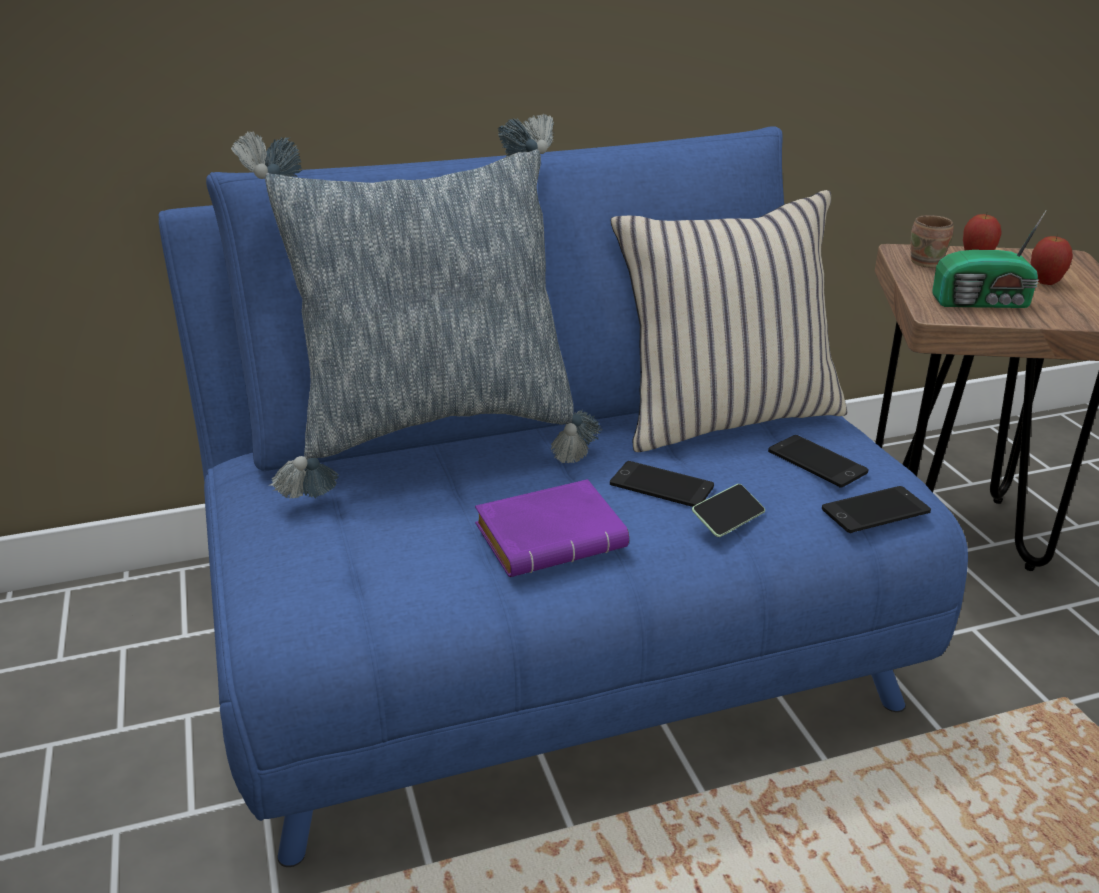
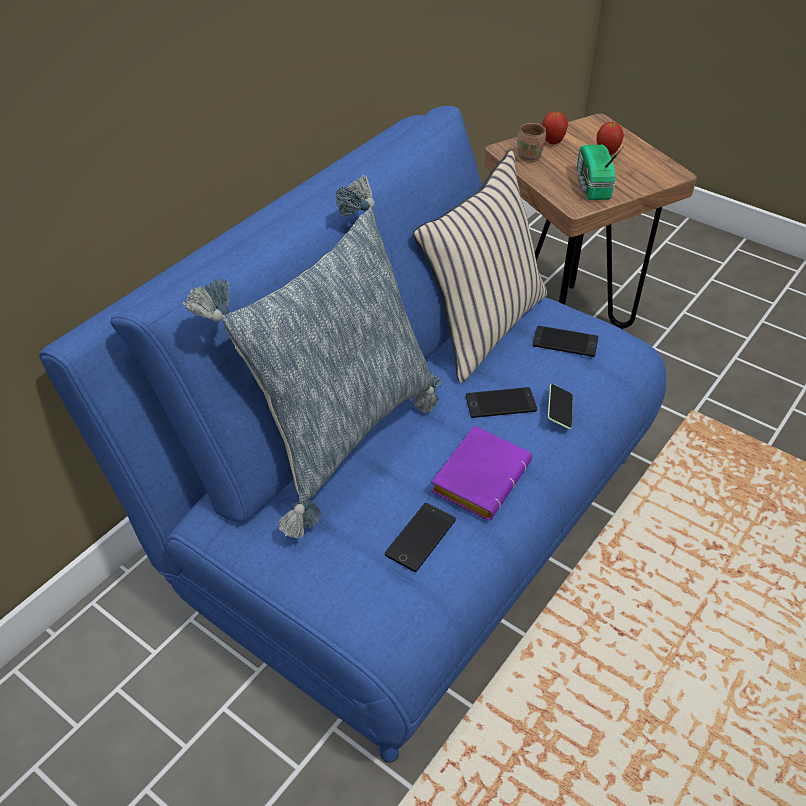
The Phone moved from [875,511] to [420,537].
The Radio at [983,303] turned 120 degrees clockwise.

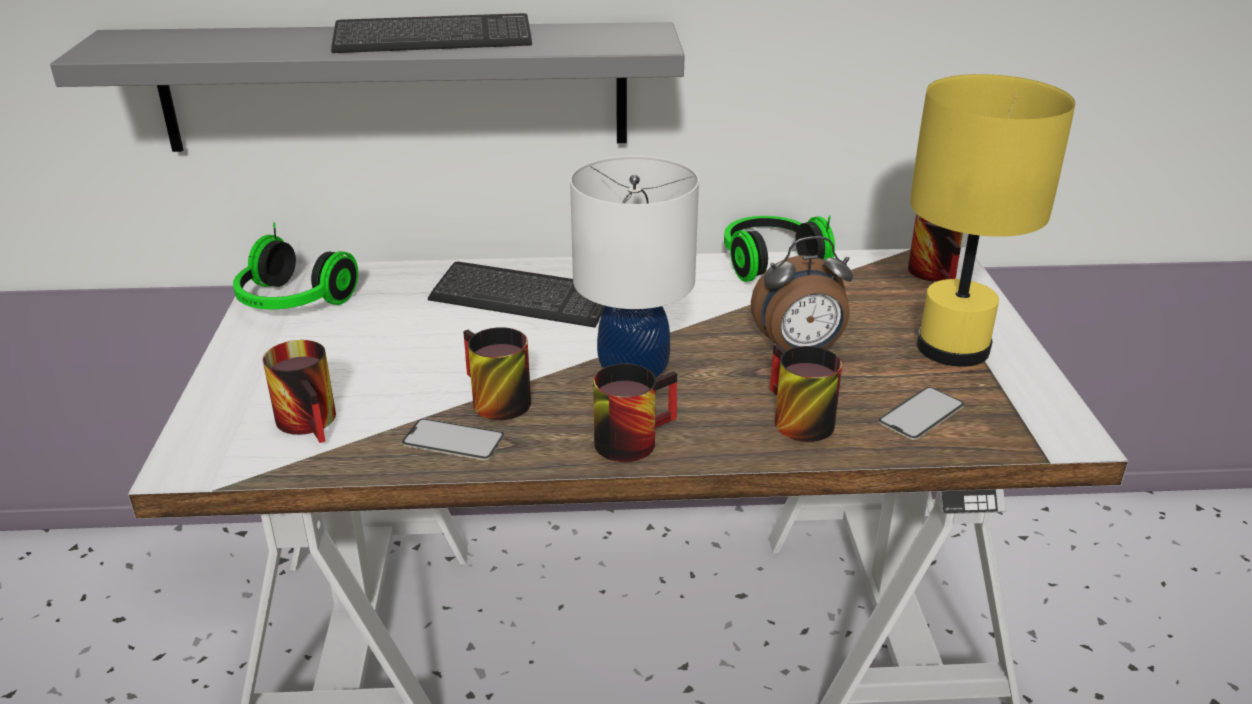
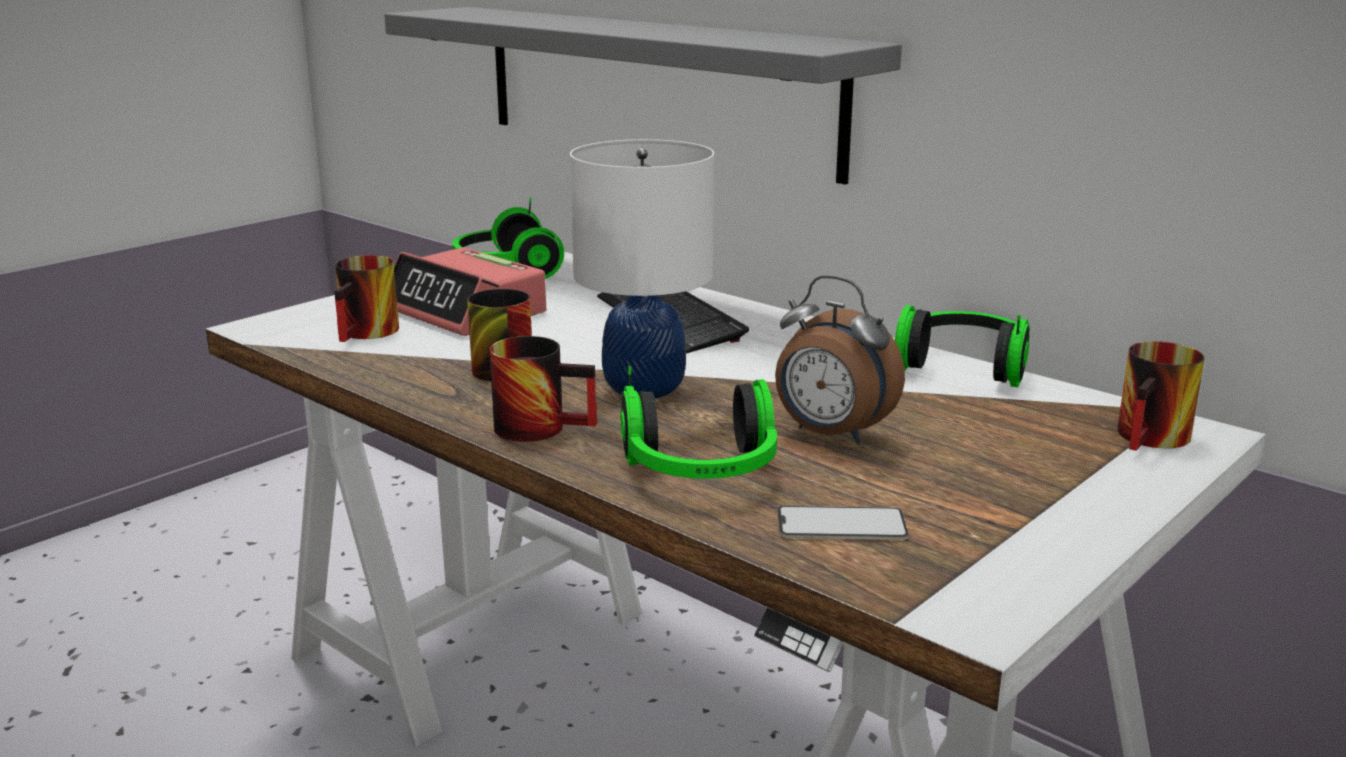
The Keyboard at [433,39] disappeared.
The Phone at [453,440] disappeared.
The YellowTableLamp at [951,348] disappeared.
The AlarmClock at [465,311] appeared.
The Mug at [793,419] was replaced by the Headphones at [702,473].

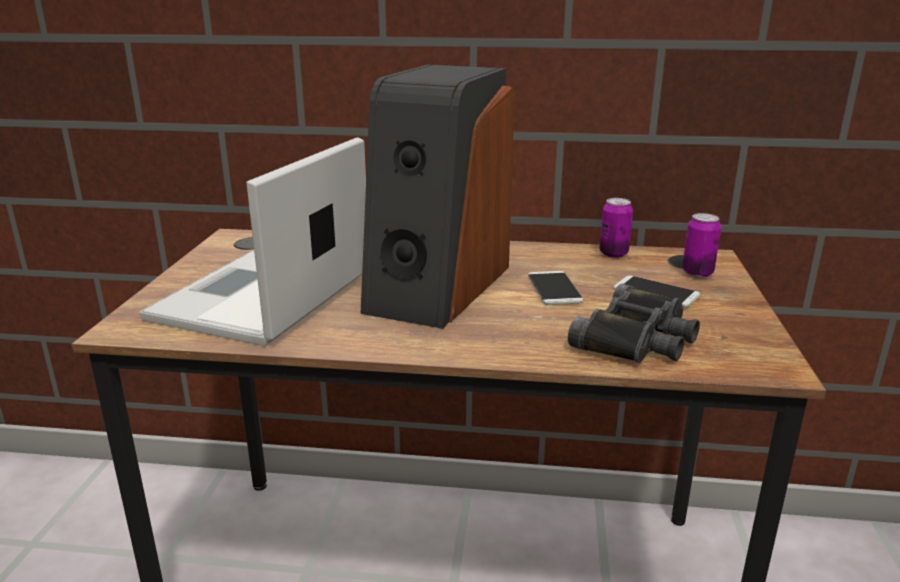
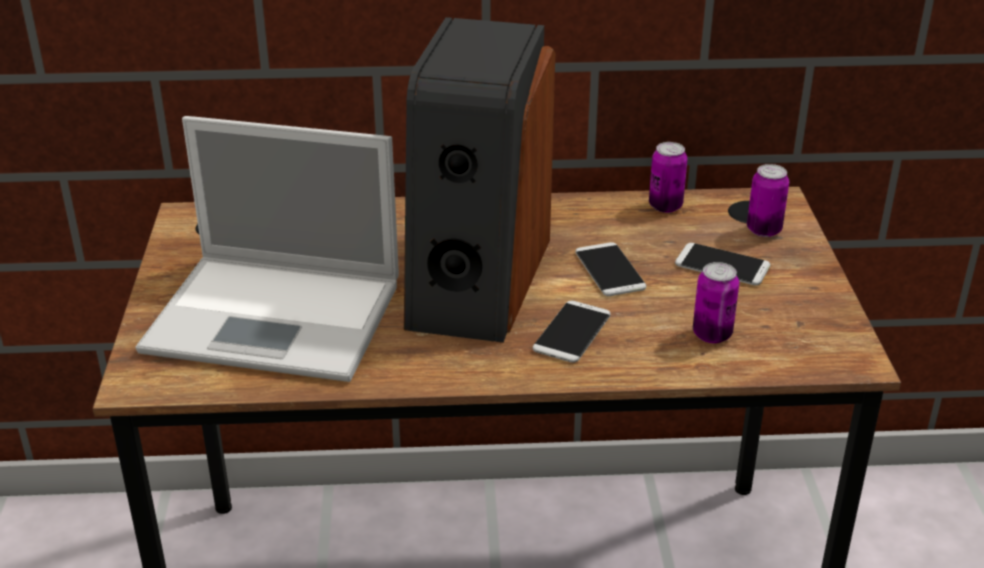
The Phone at [572,332] appeared.
The BlackBinoculars at [637,338] was replaced by the Can at [712,334].
The Laptop at [262,298] turned 90 degrees counterclockwise.

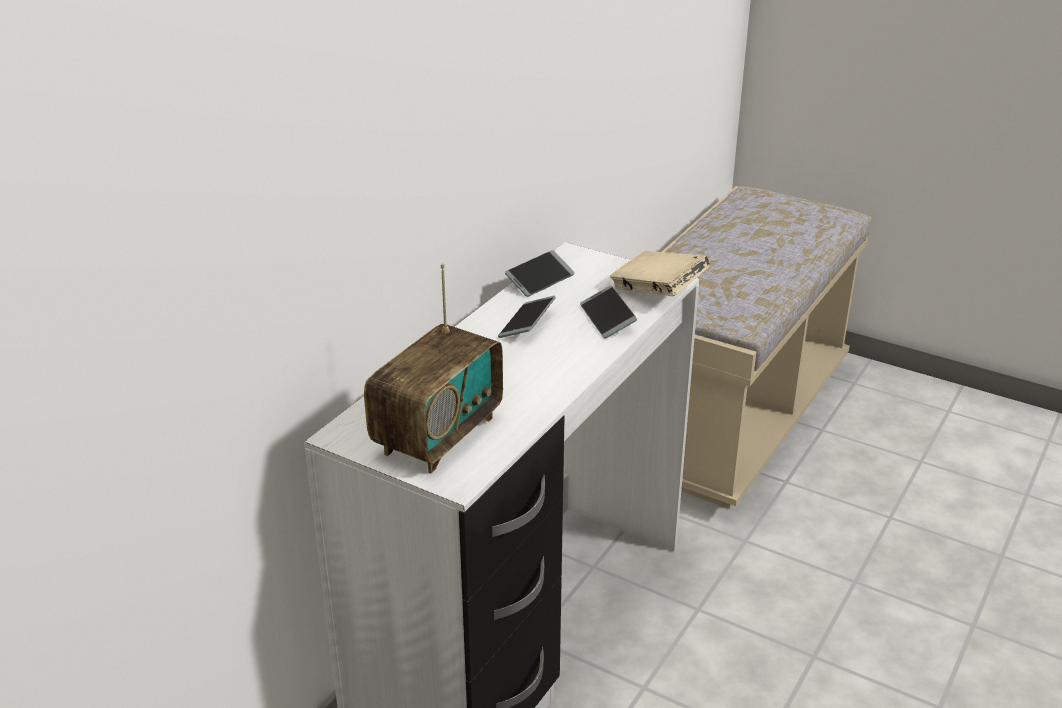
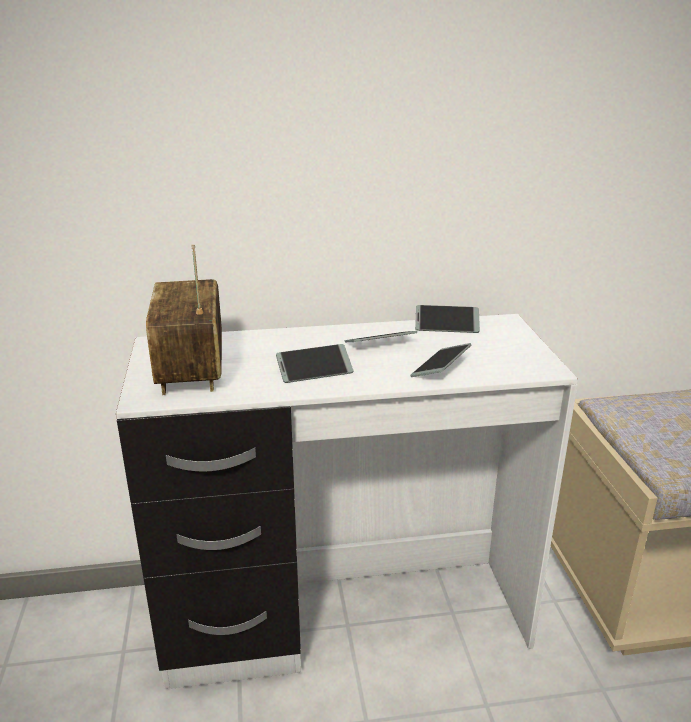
The BeigeBook at [657,292] disappeared.
The Phone at [314,370] appeared.
The Radio at [438,435] turned 90 degrees clockwise.

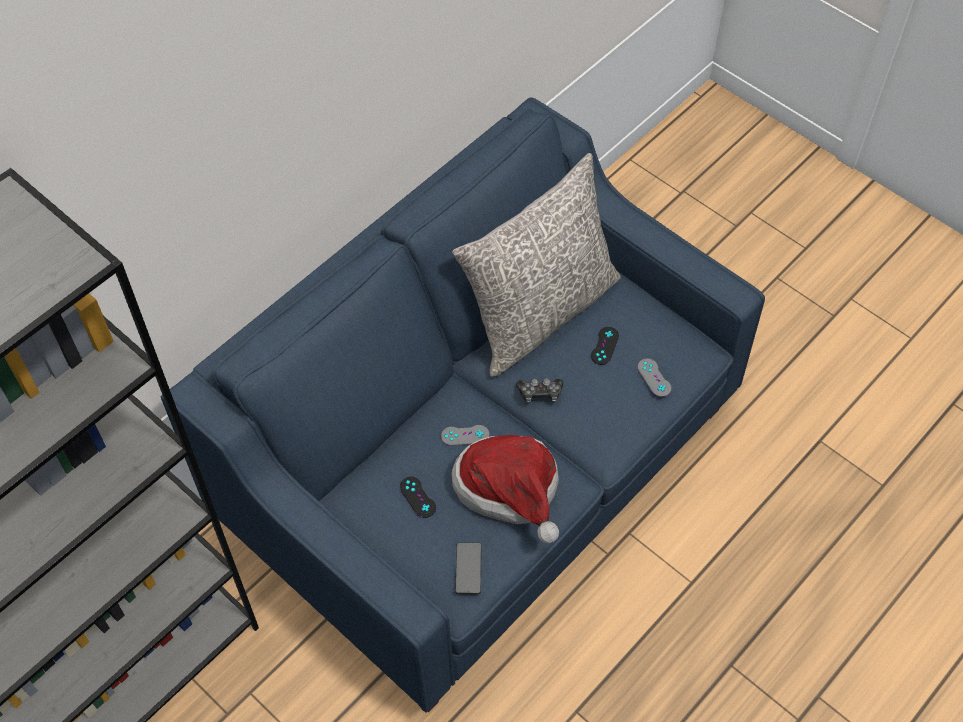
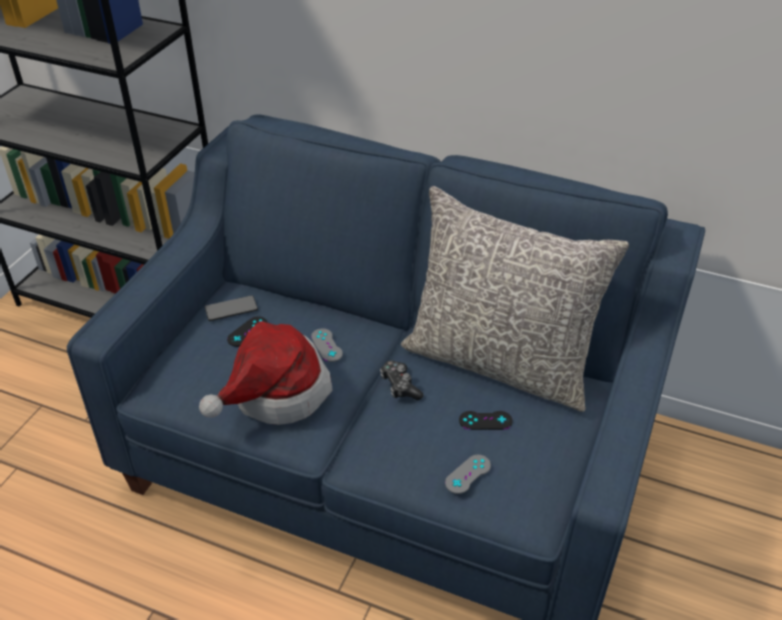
The Phone moved from [468,568] to [231,309].

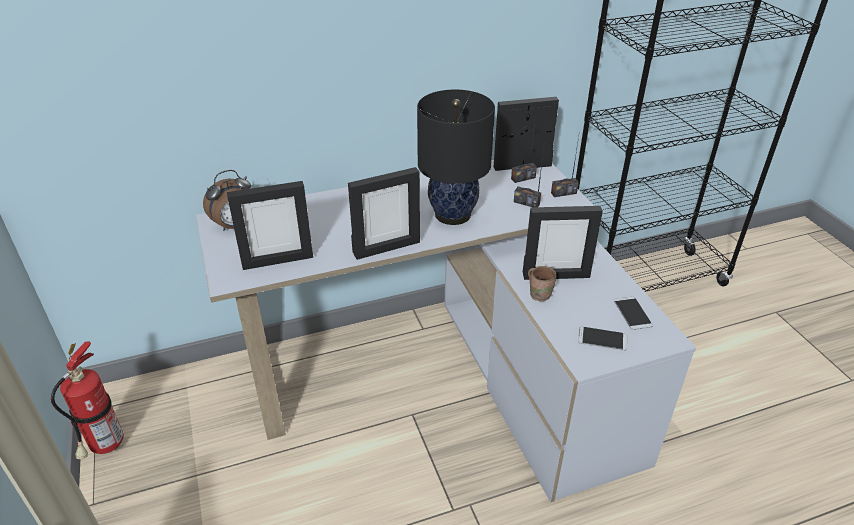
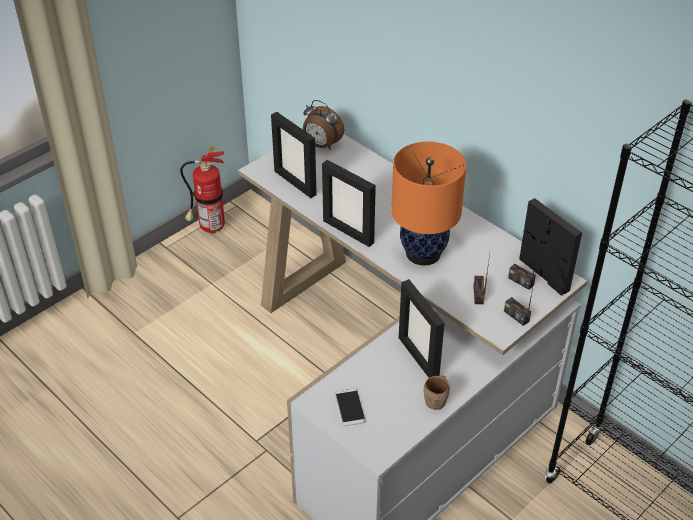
The Phone at [632,313] disappeared.
The BrownMug moved from [540,294] to [437,402].
The BlackTableLamp at [452,215] became the OrangeTableLamp at [423,253].

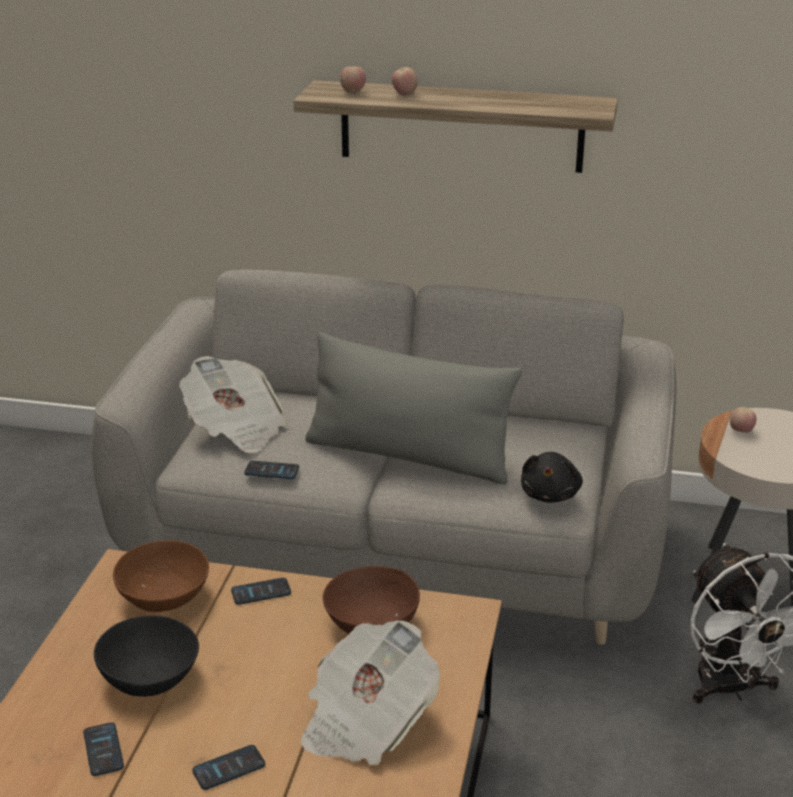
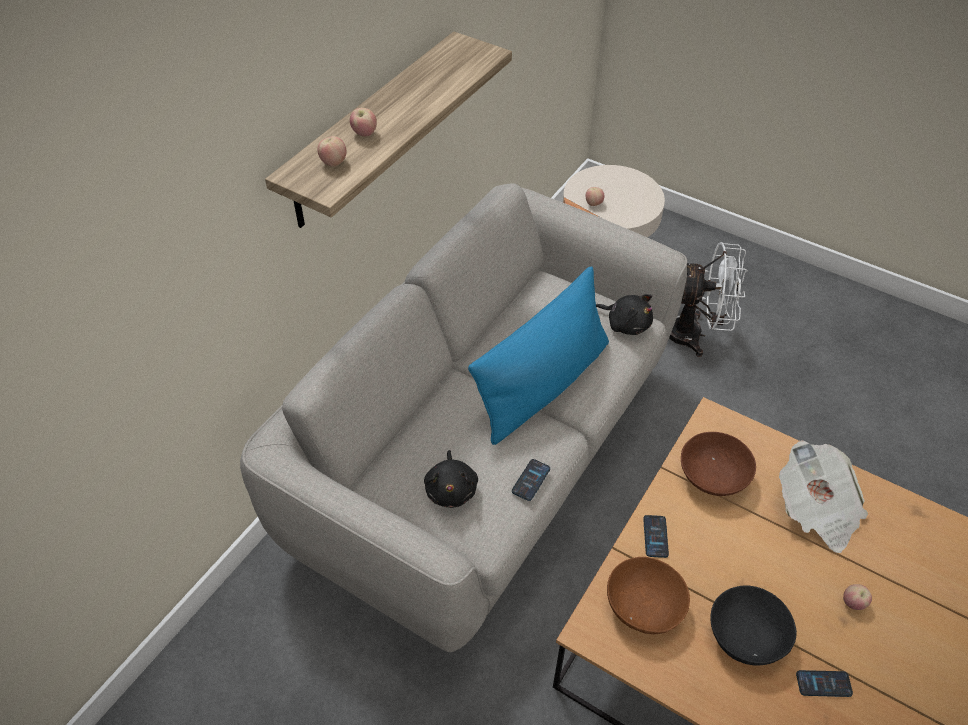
The Newspaper at [236,428] was replaced by the BlackPlushToy at [451,489].
The Phone at [229,768] was replaced by the Apple at [852,603].
The GreyPillow at [408,455] became the BluePillow at [543,385].

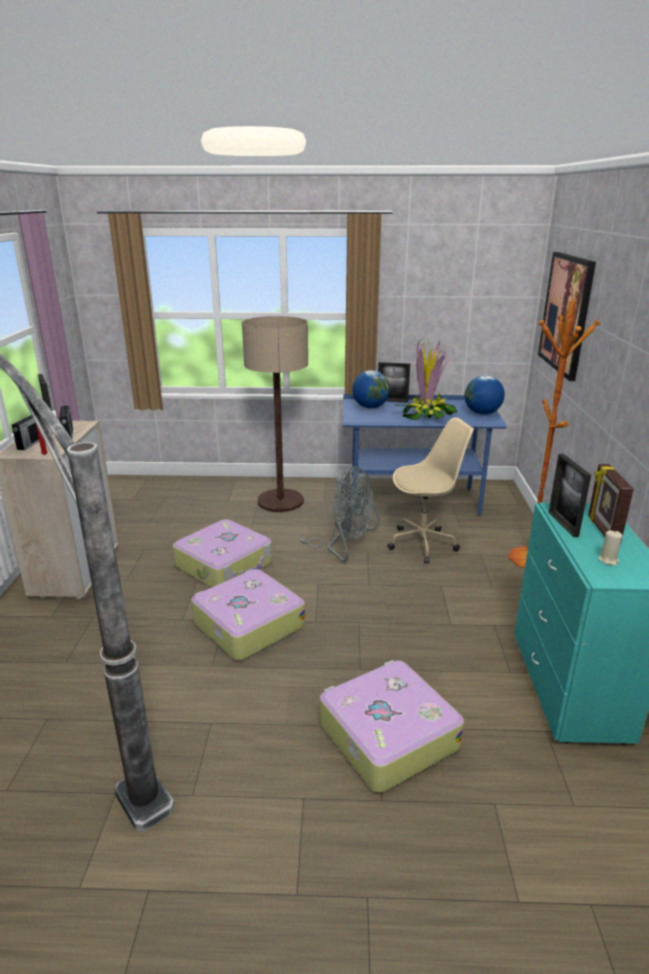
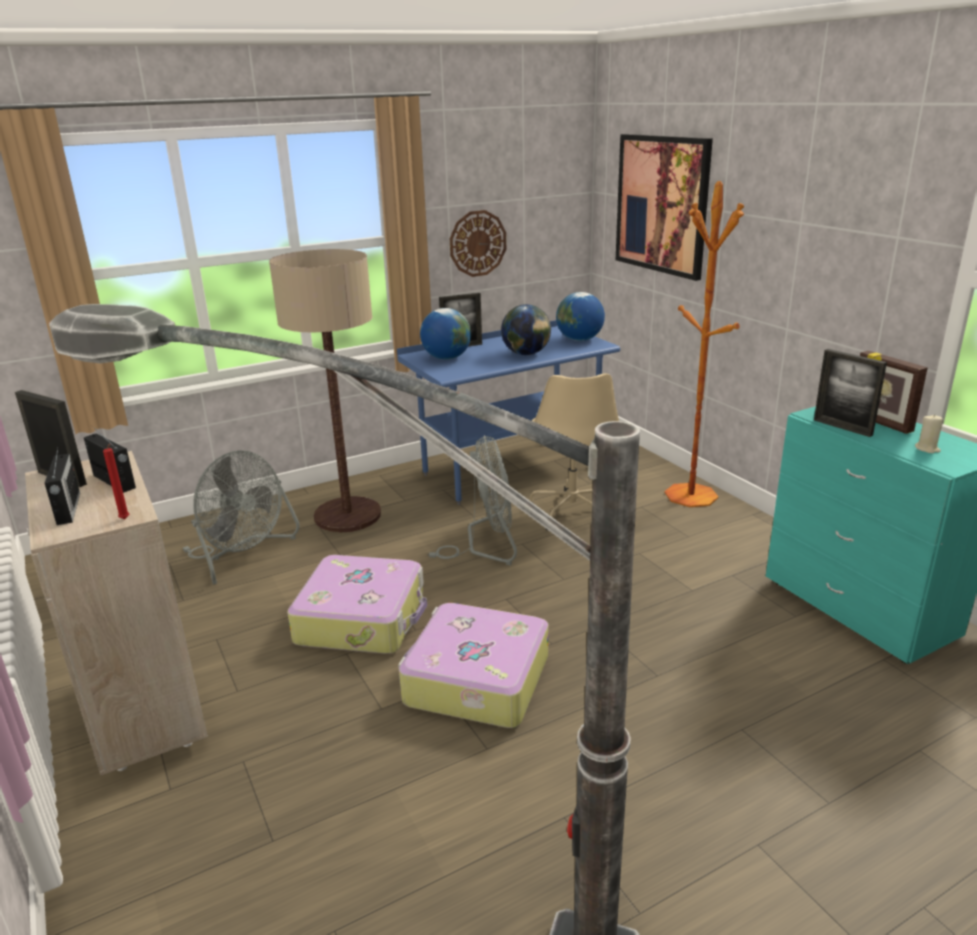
The Suitcase at [386,735] disappeared.
The GreyFan at [239,555] appeared.
The WallClock at [477,243] appeared.
The PottedPlant at [427,416] was replaced by the Globe at [526,354].
The BeigeOfficeChair at [424,544] turned 135 degrees clockwise.

